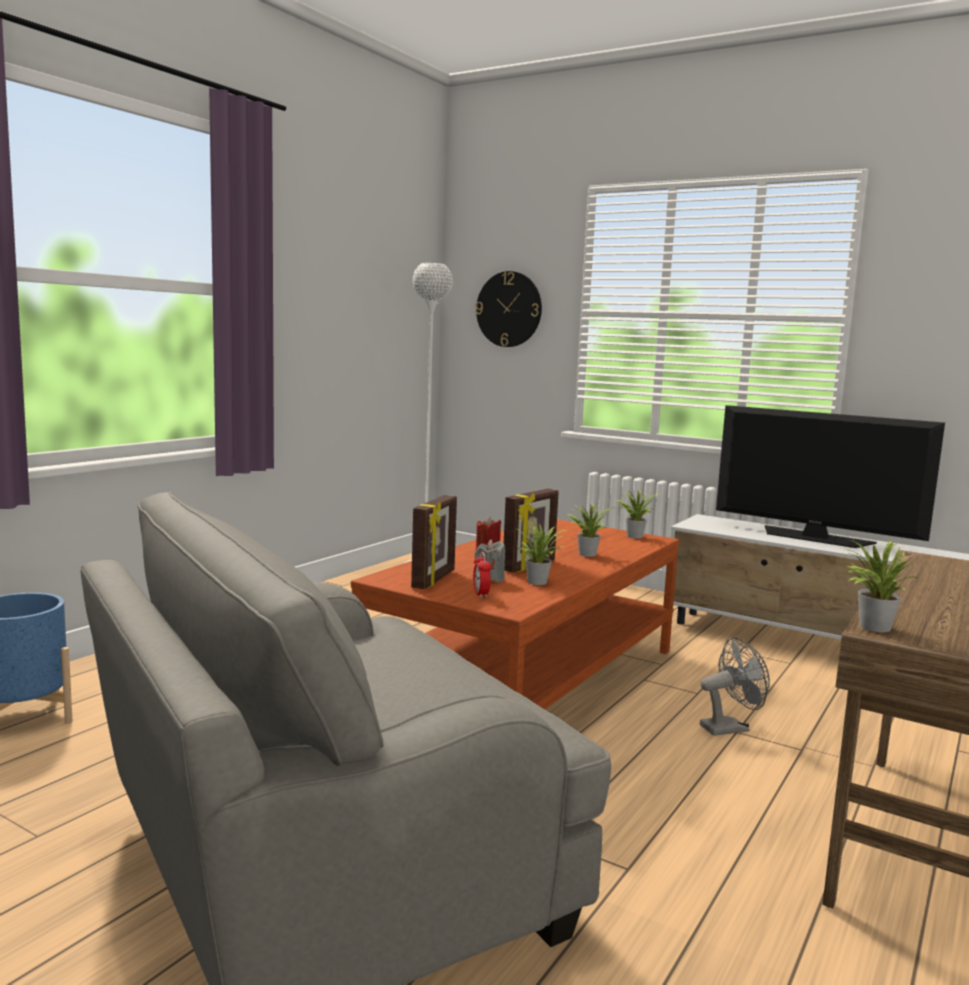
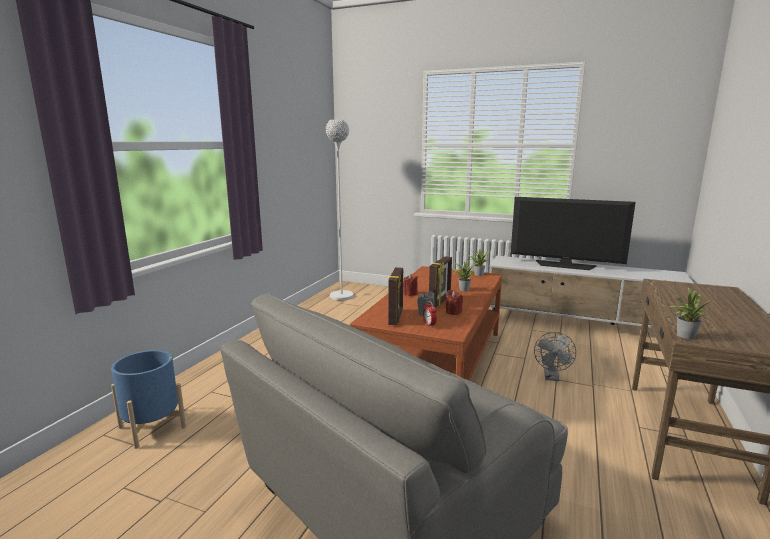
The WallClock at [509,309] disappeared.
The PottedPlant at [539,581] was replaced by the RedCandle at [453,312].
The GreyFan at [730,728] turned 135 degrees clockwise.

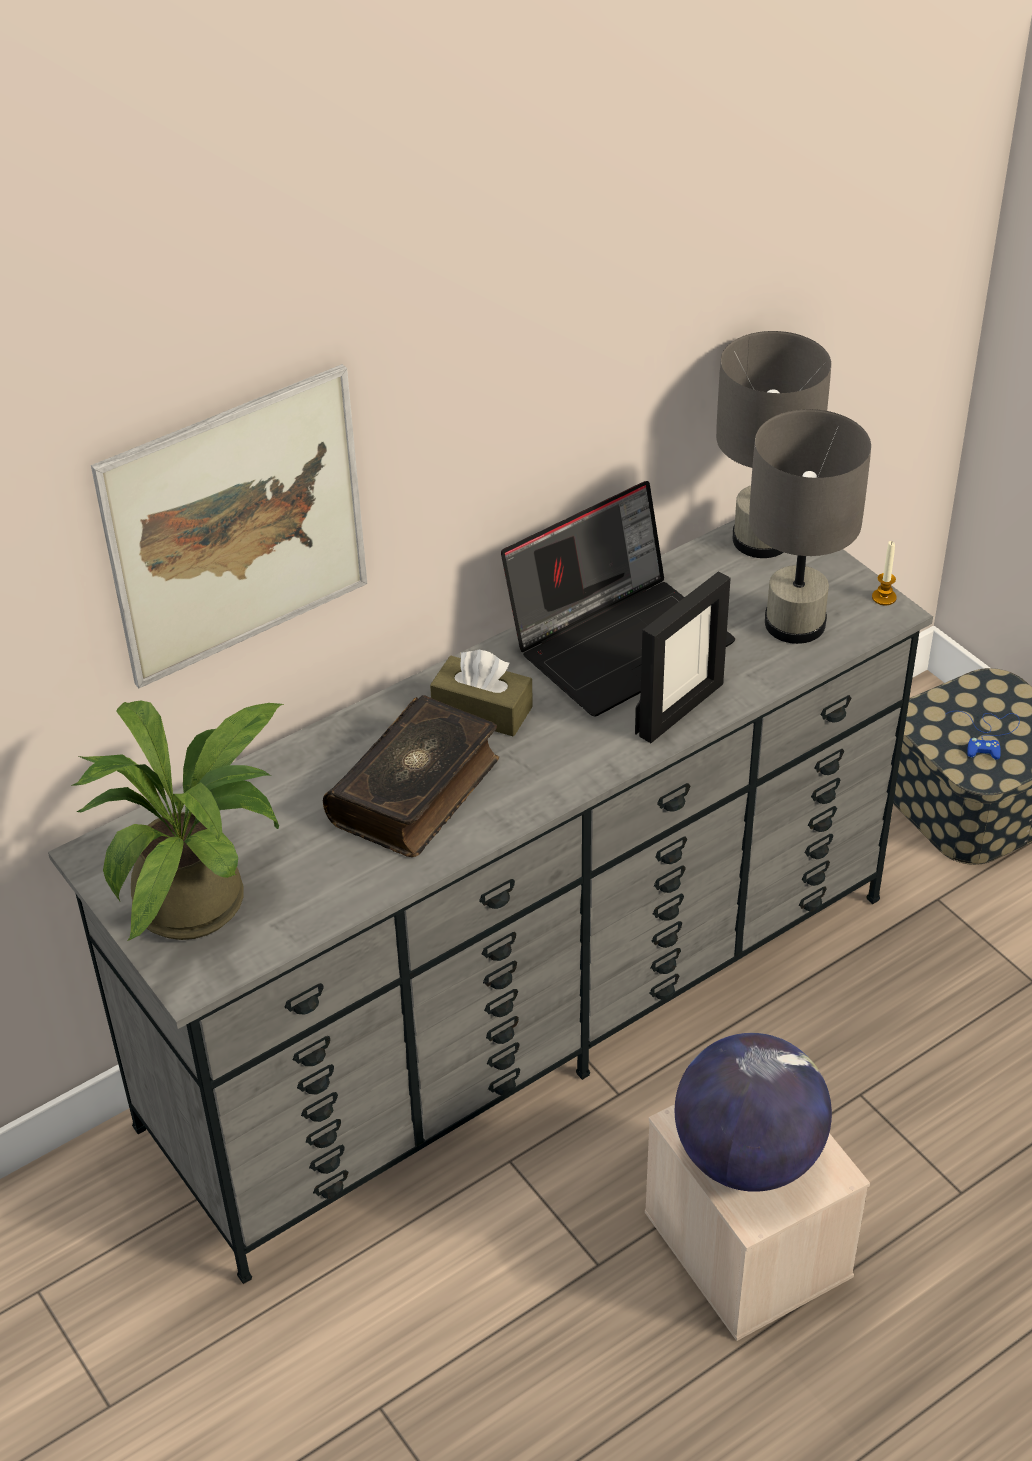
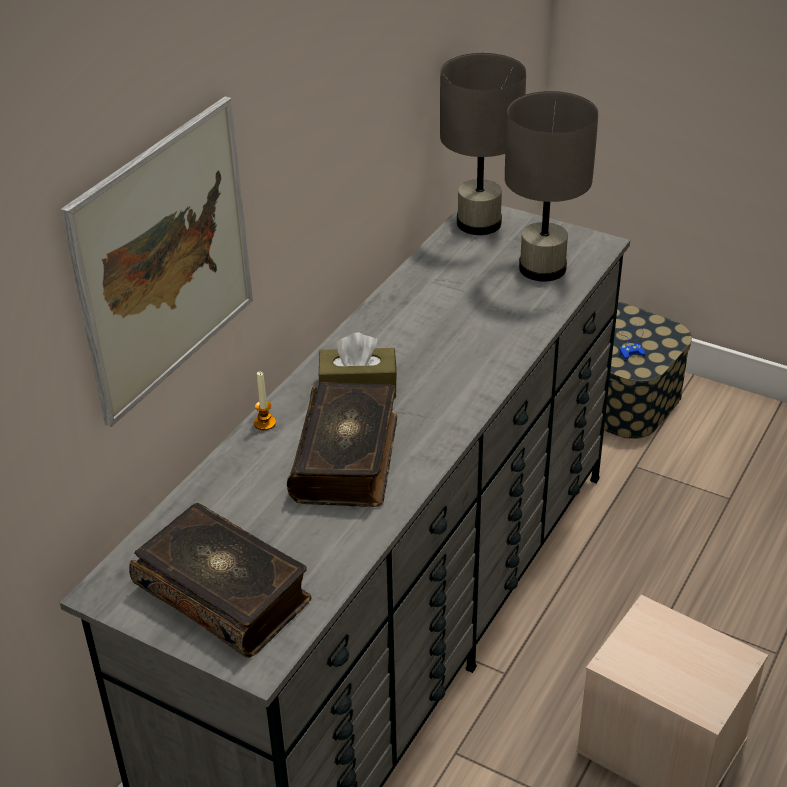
The Laptop at [620,640] disappeared.
The PictureFrame at [679,708] disappeared.
The Globe at [747,1156] disappeared.
The Candle moved from [884,597] to [265,423].
The PottedPlant at [203,897] was replaced by the Book at [224,593].

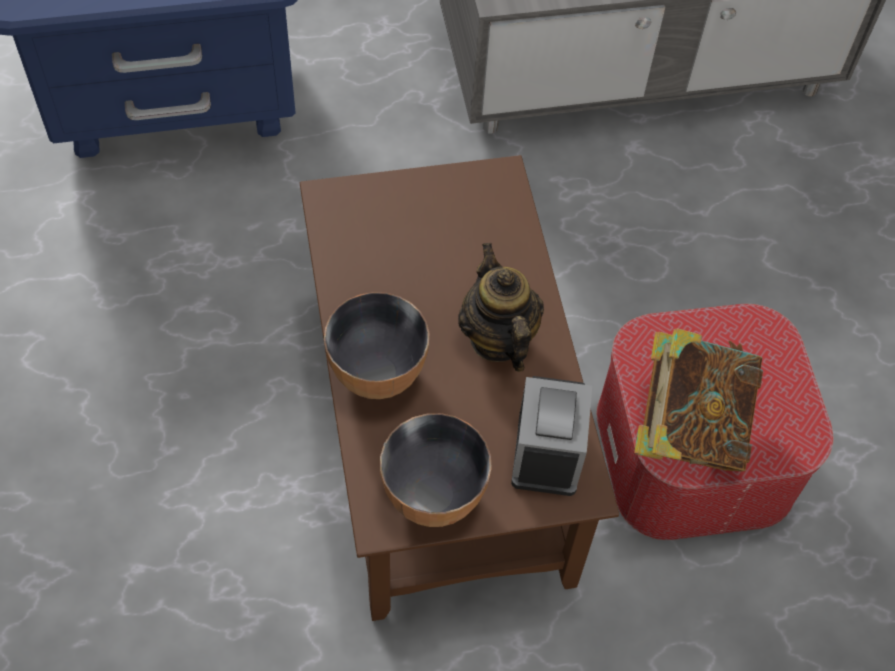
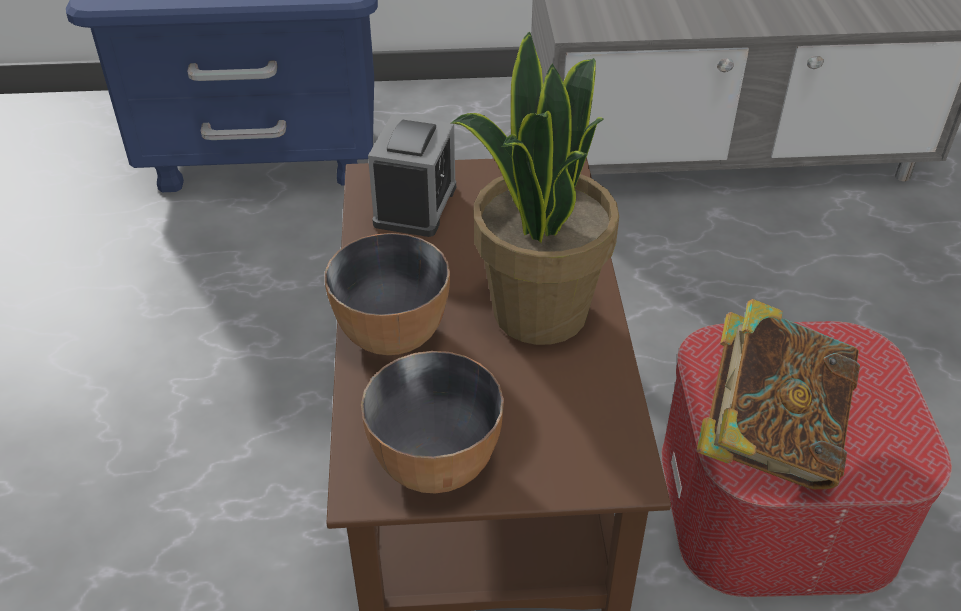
The AlarmClock moved from [547,451] to [415,205].
The Teapot at [497,338] was replaced by the PottedPlant at [538,311].

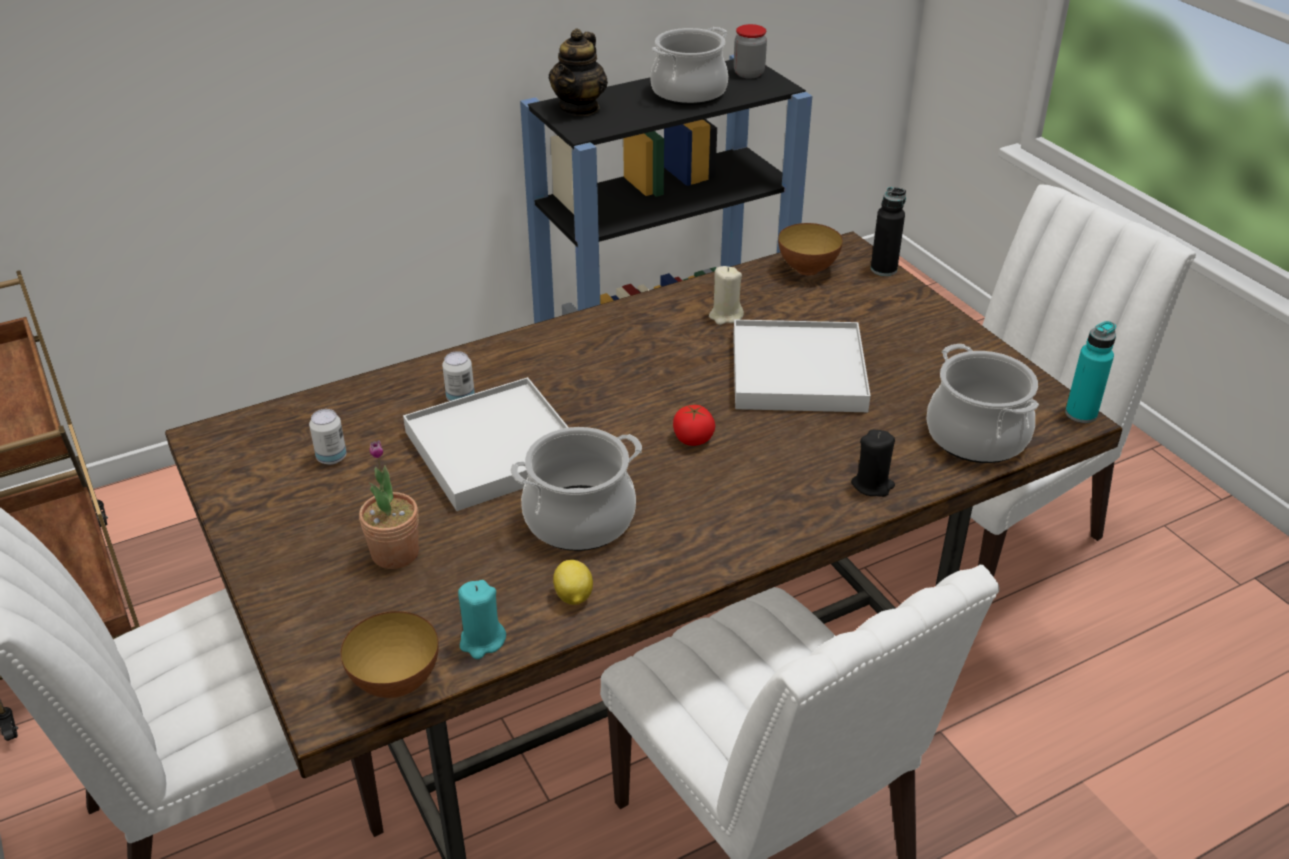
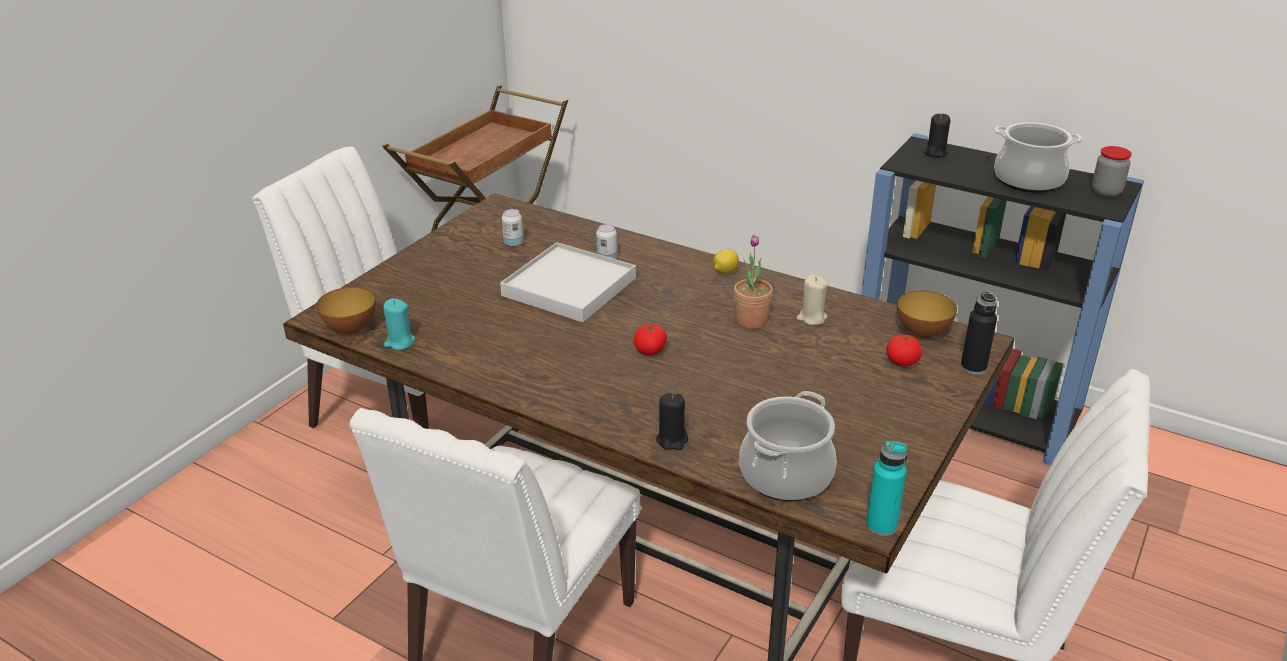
The CookingPot at [579,518] disappeared.
The WhiteTray at [797,372] disappeared.
The Tomato at [902,362] appeared.
The PottedPlant moved from [395,553] to [751,321].
The Lemon moved from [573,597] to [724,271].
The Teapot at [579,108] was replaced by the BlackCandle at [935,153].

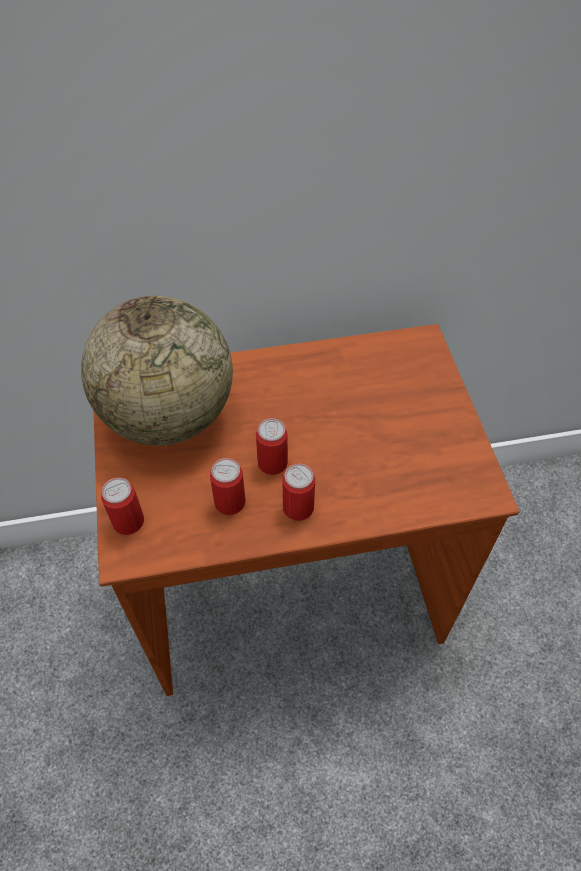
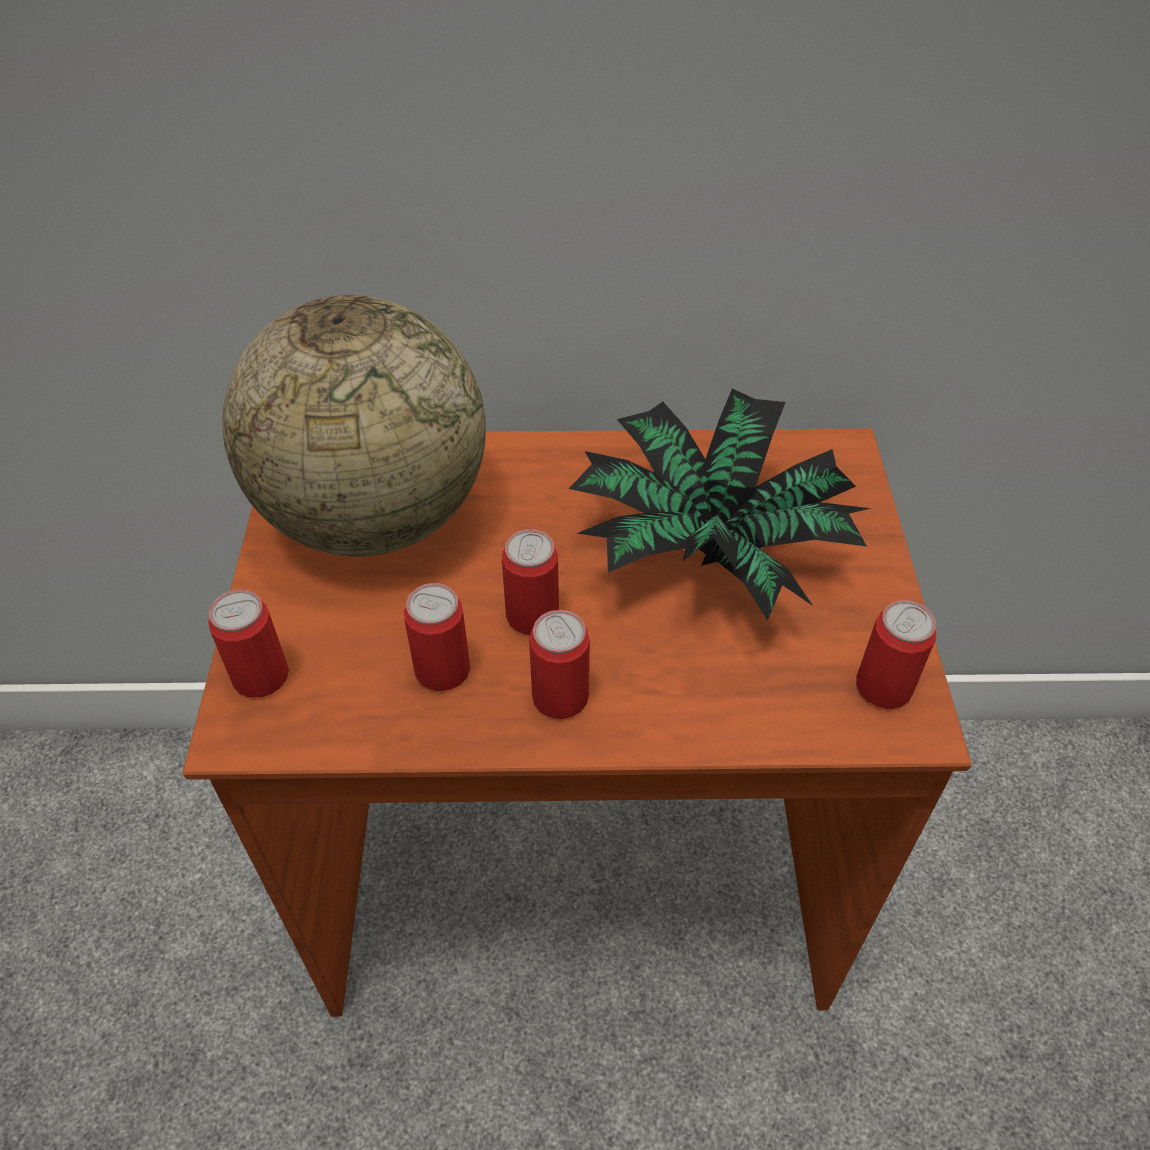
The PottedPlant at [710,548] appeared.
The Can at [883,687] appeared.

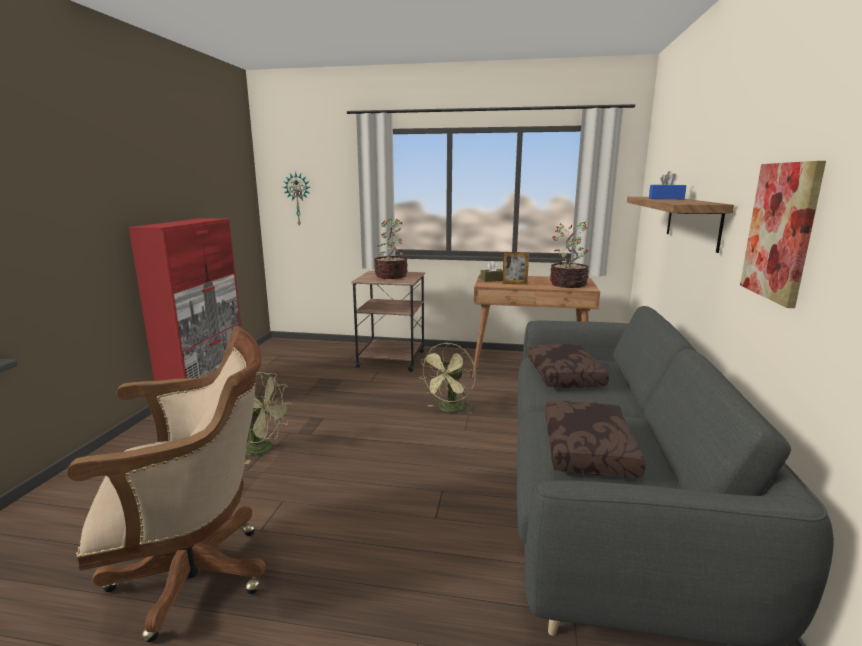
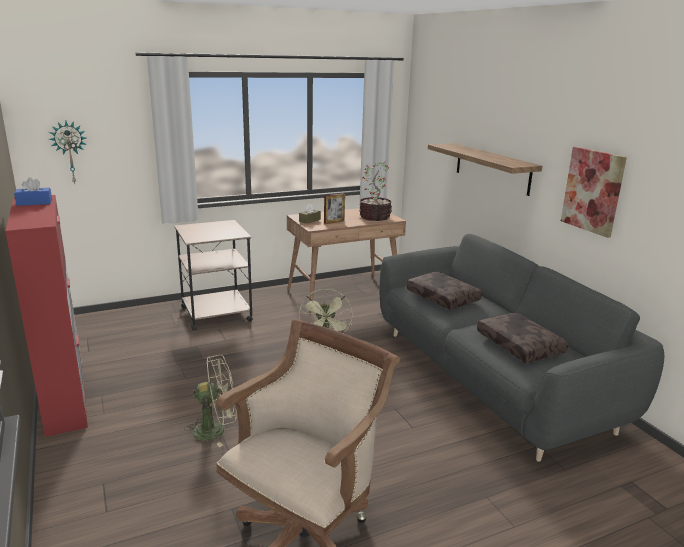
The PottedPlant at [391,276] disappeared.
The BlueTissueBox moved from [666,198] to [34,203].

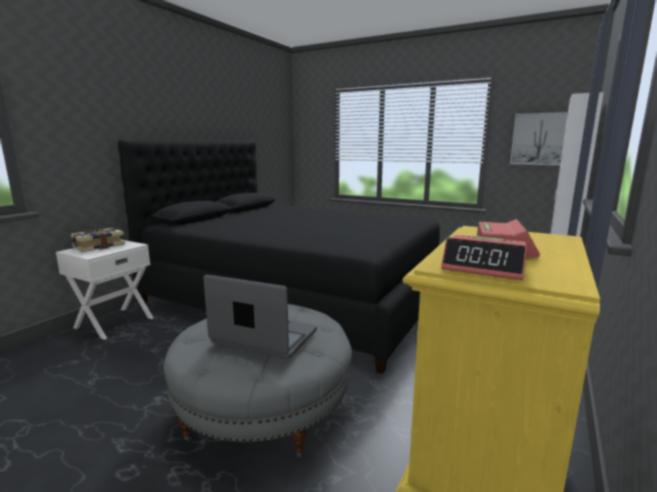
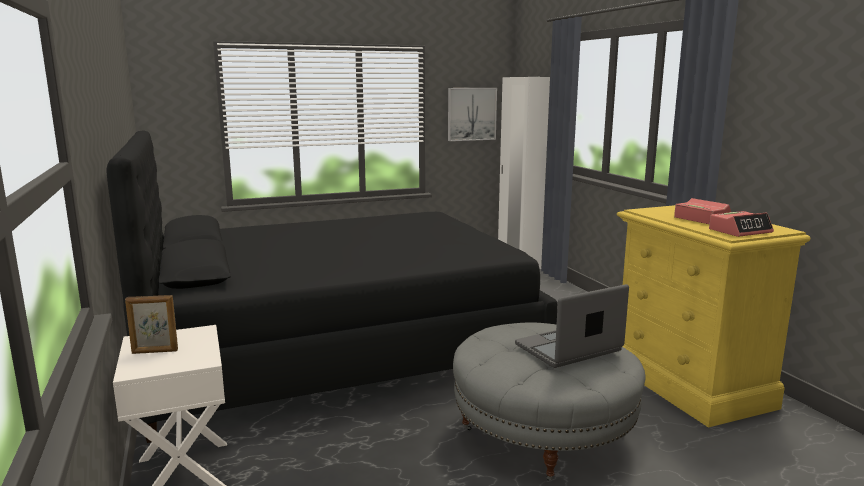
The Book at [98,246] was replaced by the PictureFrame at [155,352].

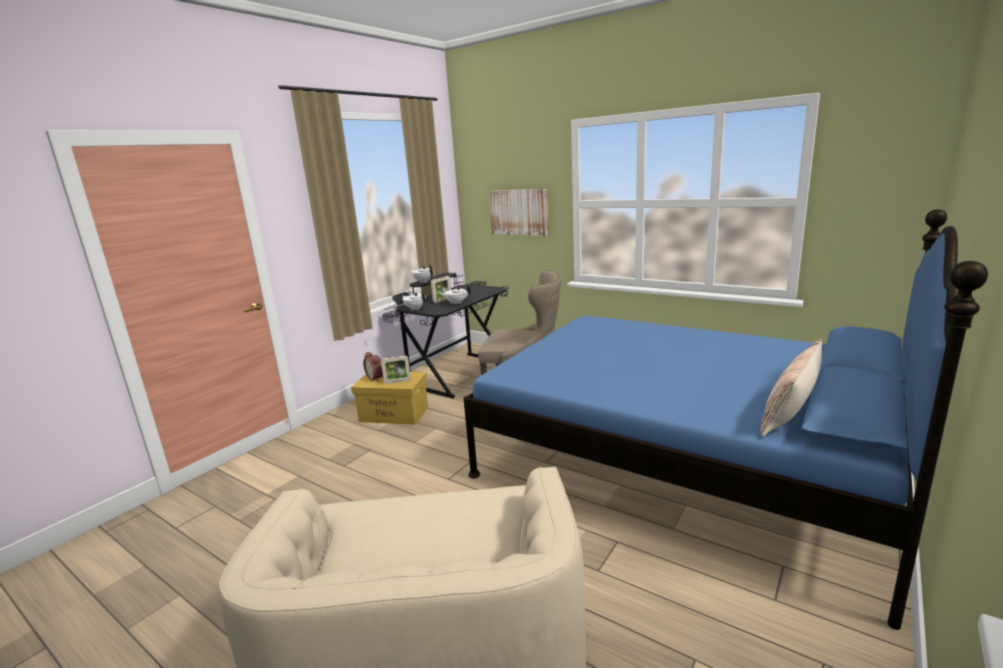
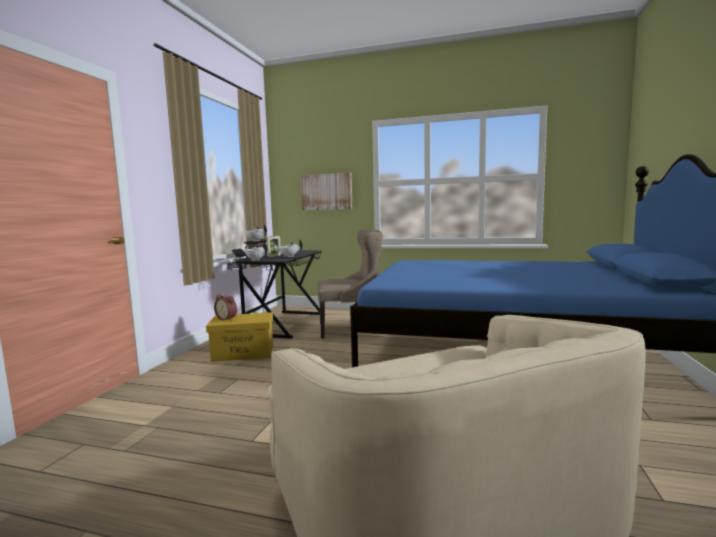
The PictureFrame at [397,382] disappeared.
The Pillow at [790,411] disappeared.

